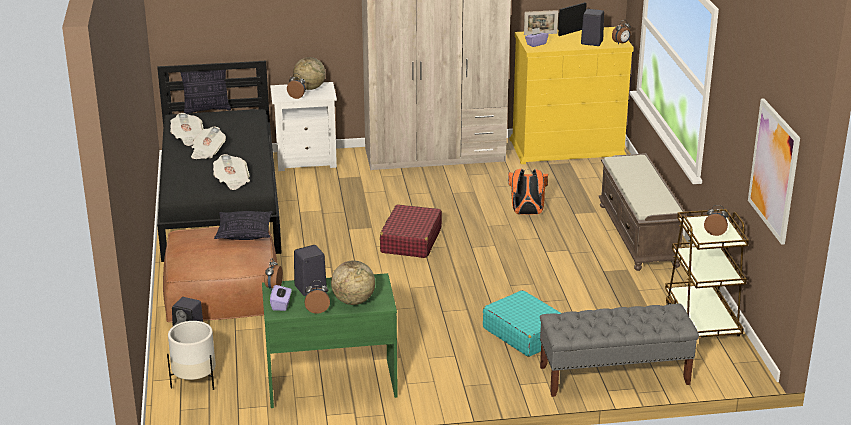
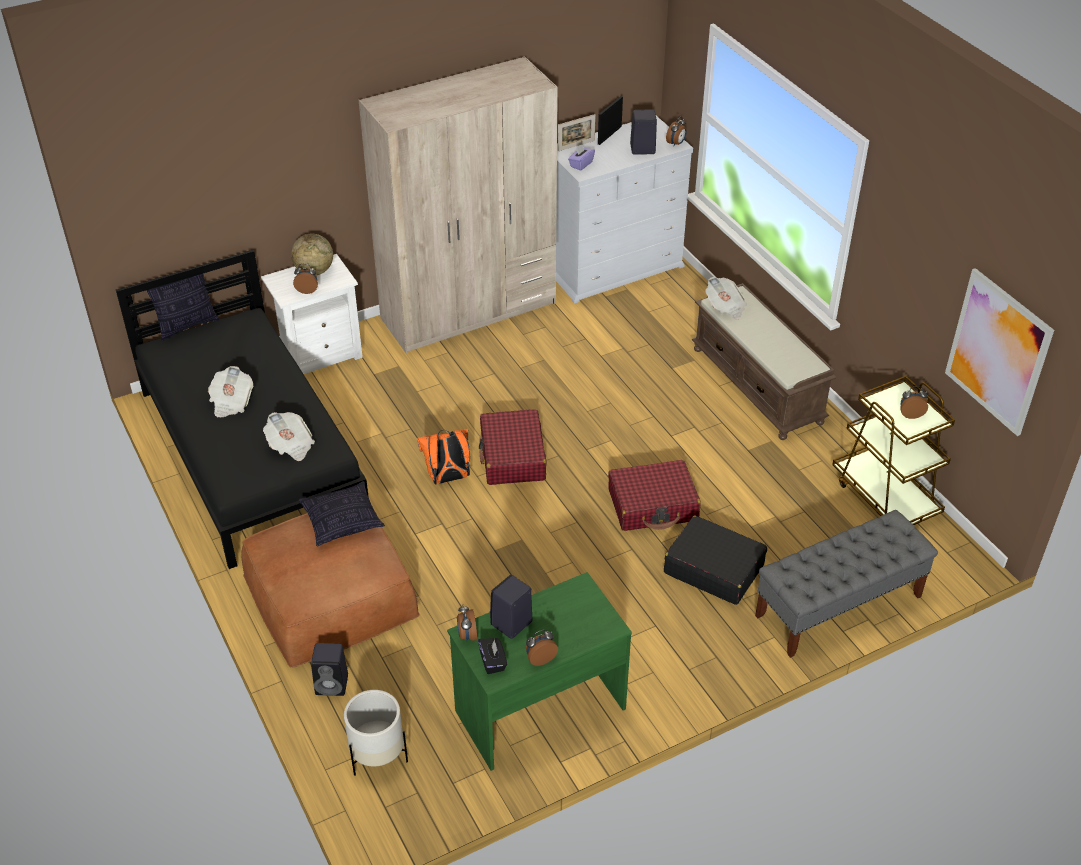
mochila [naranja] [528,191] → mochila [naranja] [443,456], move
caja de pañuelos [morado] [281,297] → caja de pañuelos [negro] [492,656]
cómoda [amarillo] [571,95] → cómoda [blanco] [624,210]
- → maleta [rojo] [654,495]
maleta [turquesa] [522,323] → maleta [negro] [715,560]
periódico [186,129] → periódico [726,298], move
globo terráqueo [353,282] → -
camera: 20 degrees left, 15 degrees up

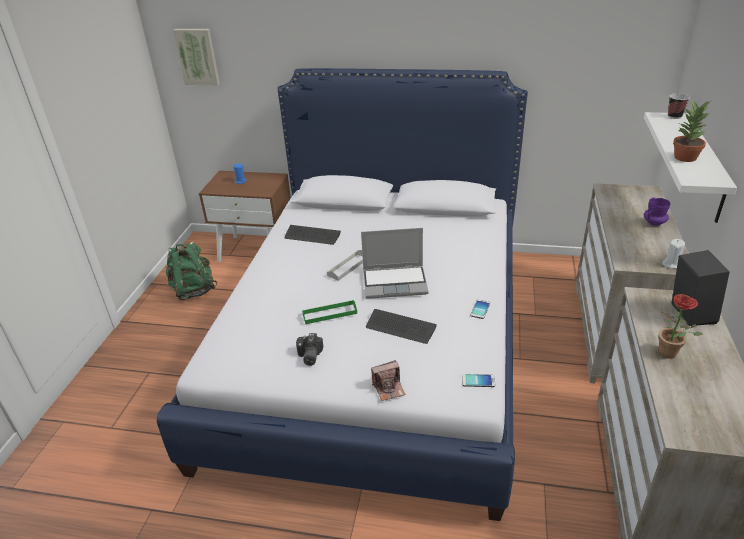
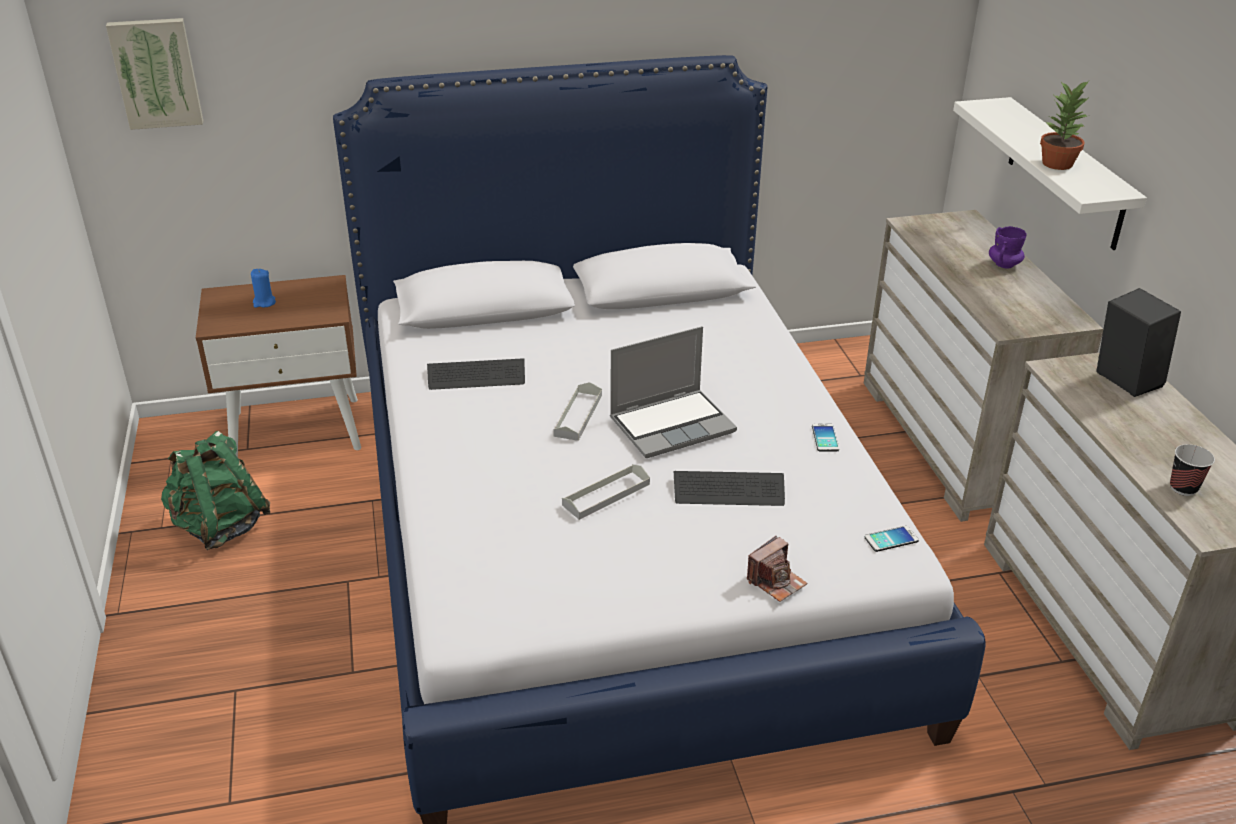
bandeja [verde] [329,312] → bandeja [gris] [606,492]
taza [679,106] → taza [1192,470], move
cámara [309,349] → -
planta en maceta [681,326] → -
vela [blanco] [673,254] → -
camera: 25 degrees left, 0 degrees up

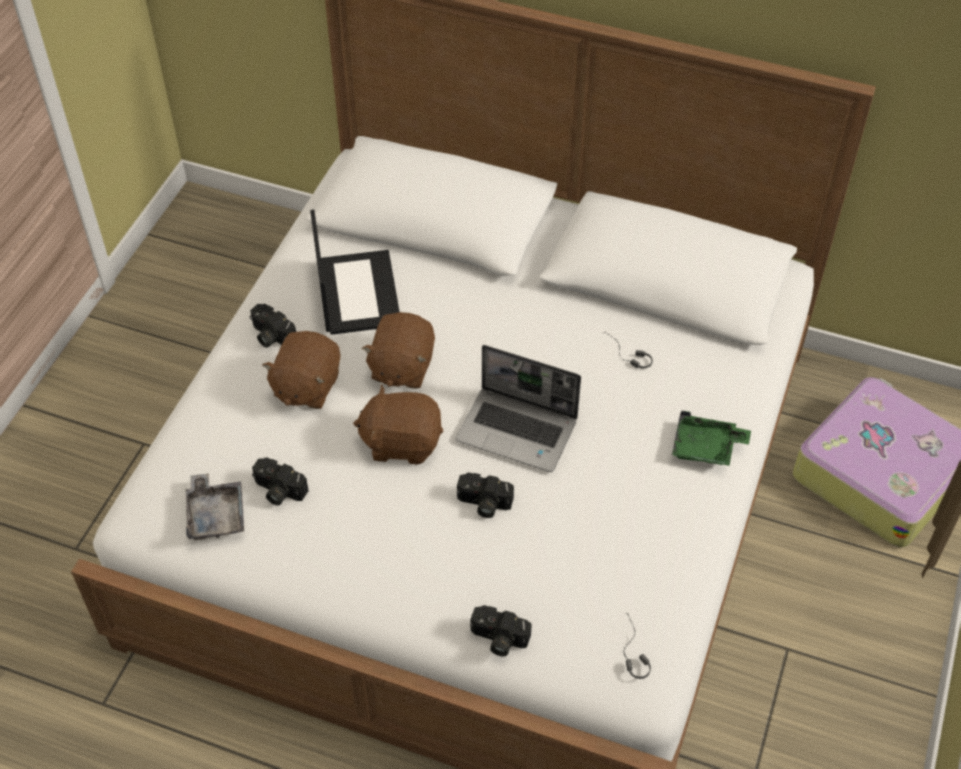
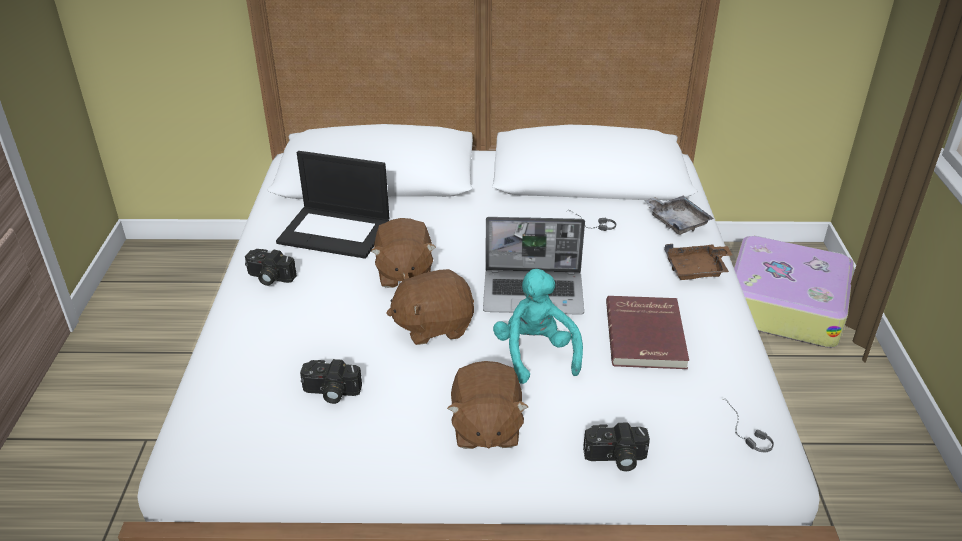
portátil [355,272] → portátil [332,205], 135 degrees clockwise
peluche [marrón] [301,370] → peluche [marrón] [487,405], move
cámara [485,495] → peluche [turquesa] [538,326]
- → libro [rojo] [647,332]
bandeja [gris] [215,506] → bandeja [gris] [679,215], move
bandeja [verde] [711,438] → bandeja [marrón] [698,262]
camera: 20 degrees left, 15 degrees down

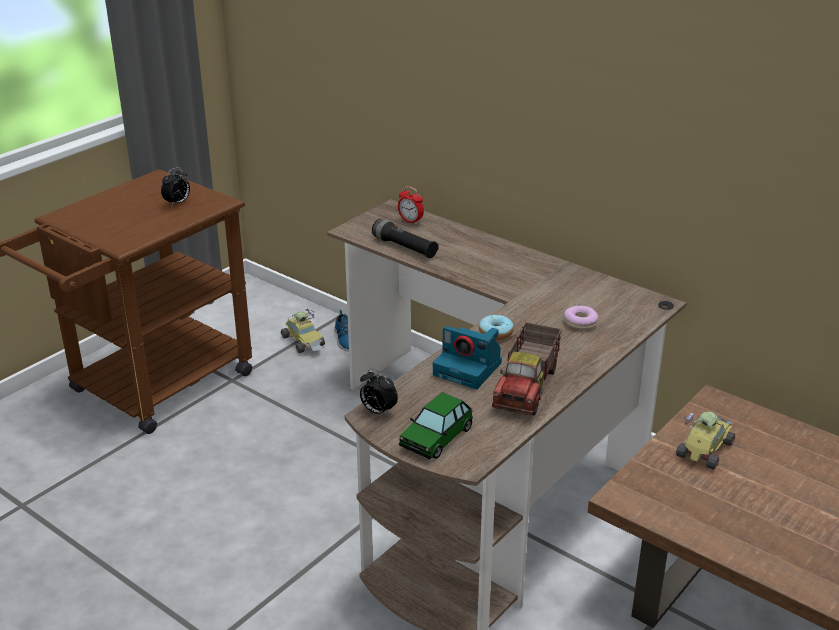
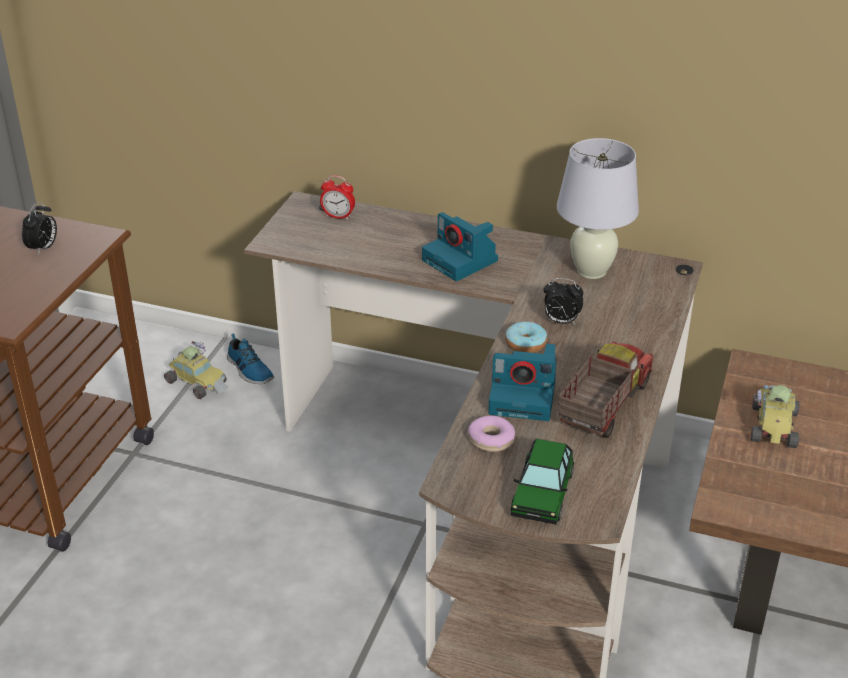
- → cámara [460,246]
rosquilla [581,318] → rosquilla [491,433], move
despertador [379,393] → despertador [564,301], move
- → lámpara de mesa [blanco] [598,208]
camión de juguete [527,369] → camión de juguete [606,390], 150 degrees counterclockwise
linterna [negro] [405,238] → -
camera: 20 degrees left, 5 degrees up

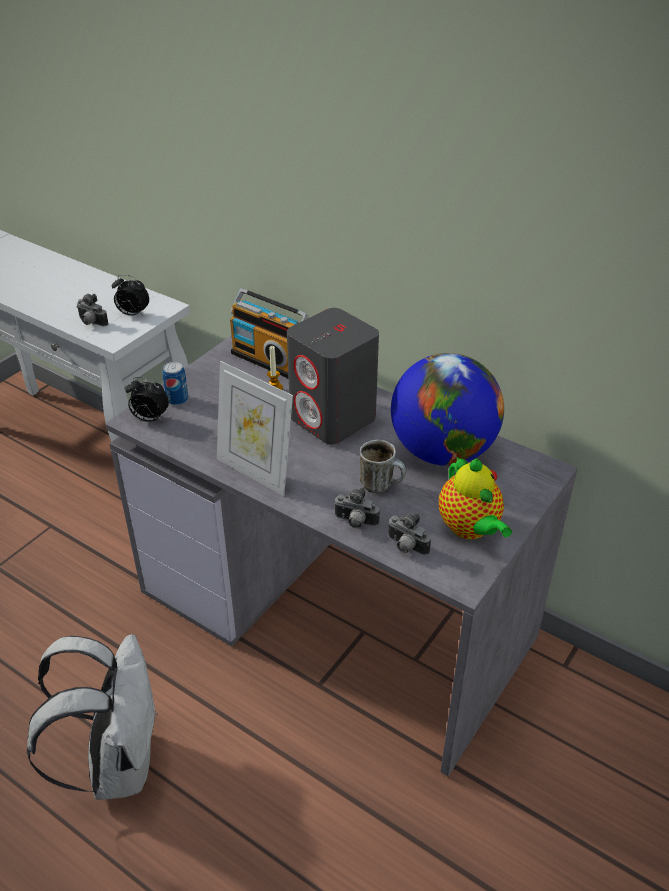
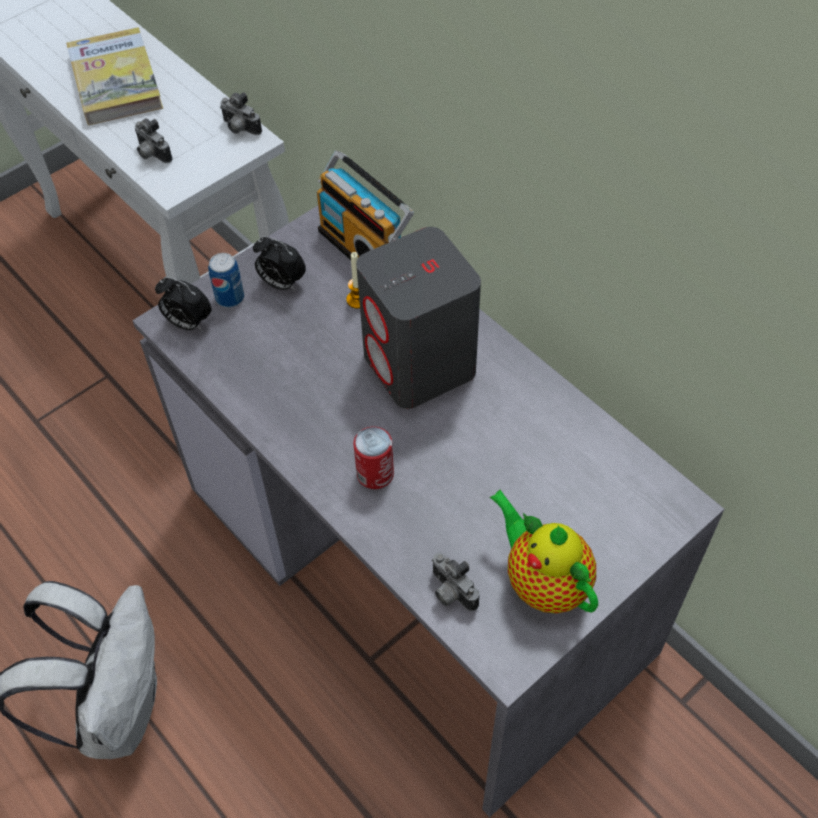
- → libro [114,76]
cámara [357,507] → cámara [241,113], move
despertador [130,296] → despertador [279,263], move
- → lata [373,458]
tetera [475,498] → tetera [544,552], 150 degrees clockwise
portarretratos [255,428] → -
taza grande [382,466] → -
globo terráqueo [447,409] → -
camera: 15 degrees right, 15 degrees up

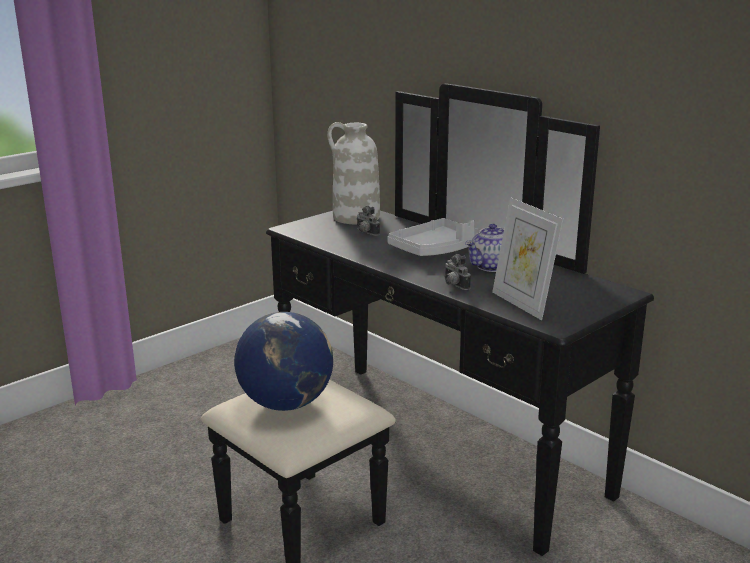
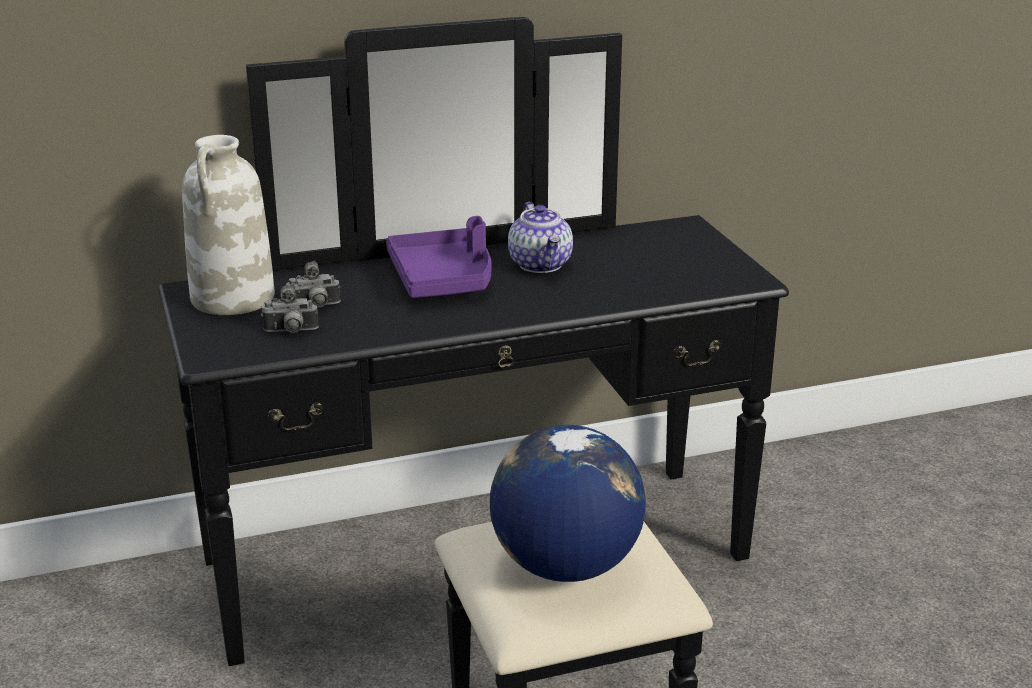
cámara [458,272] → cámara [290,308], move
bandeja [gris] [433,237] → bandeja [morado] [439,257]
portarretratos [527,258] → -
camera: 65 degrees left, 5 degrees up

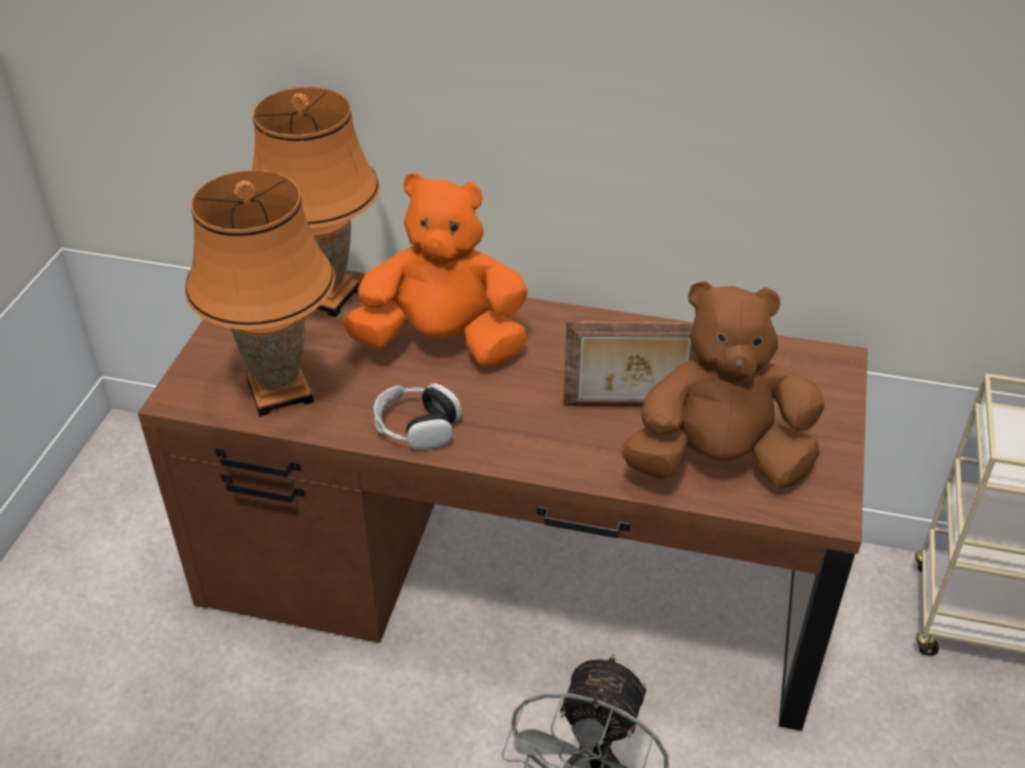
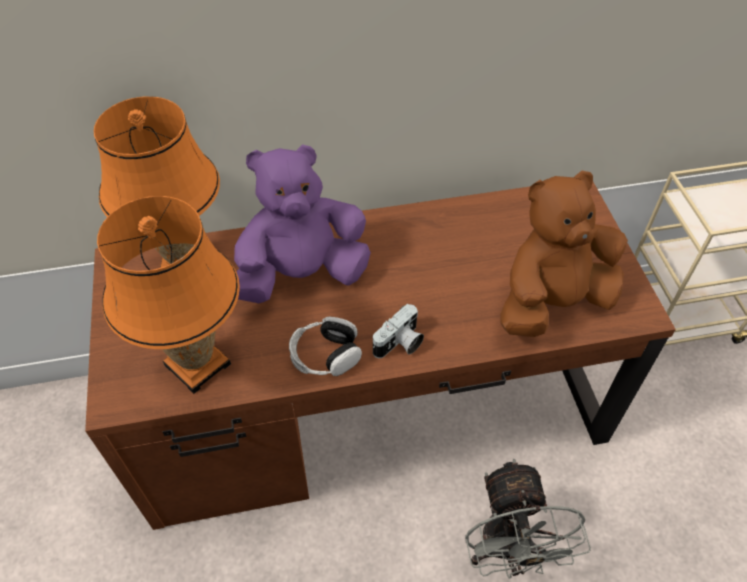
peluche [naranja] [435,269] → peluche [morado] [302,223]
- → cámara [398,330]
portarretratos [630,363] → -
camera: 25 degrees left, 10 degrees up

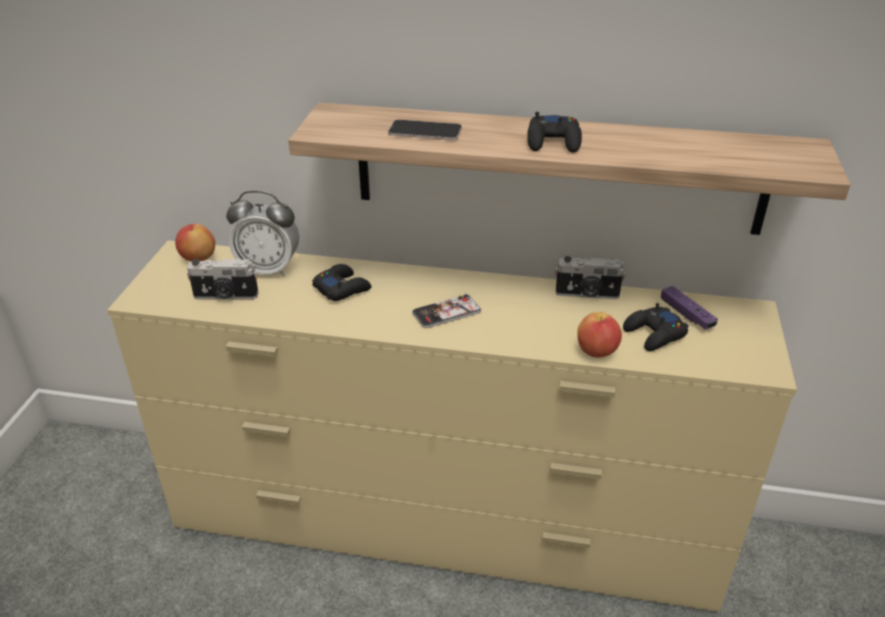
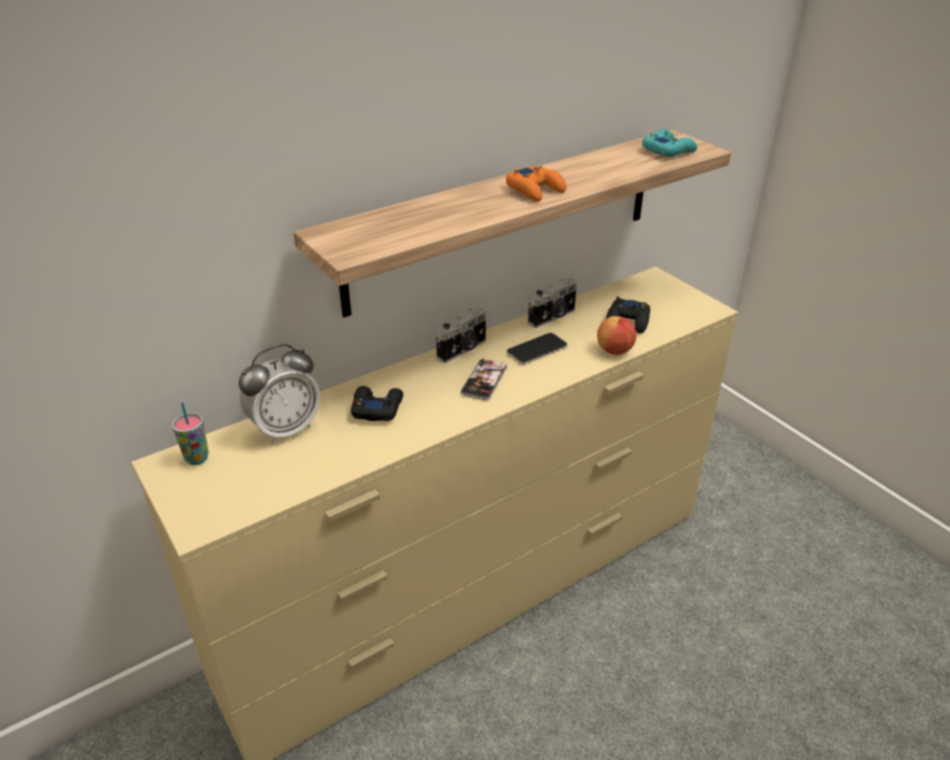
manzana [195,242] → taza [190,433]
cámara [222,279] → cámara [461,335], move
mando de consola [negro] [554,132] → mando de consola [naranja] [536,184]
móvil [425,129] → móvil [537,348], move
- → mando de consola [turquesa] [669,143]
mando de consola [morado] [689,308] → -
camera: 45 degrees left, 0 degrees up

